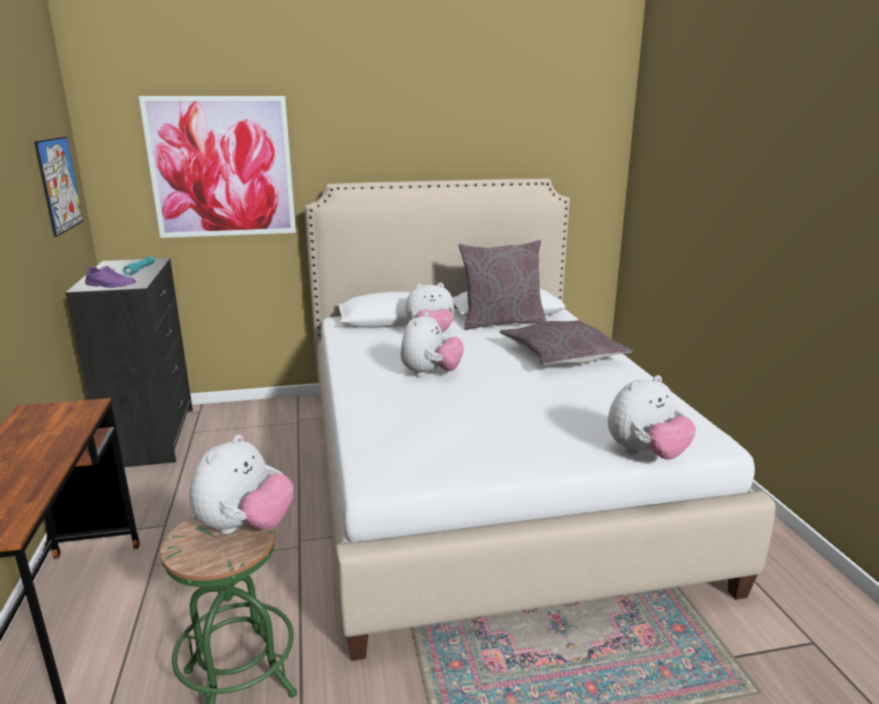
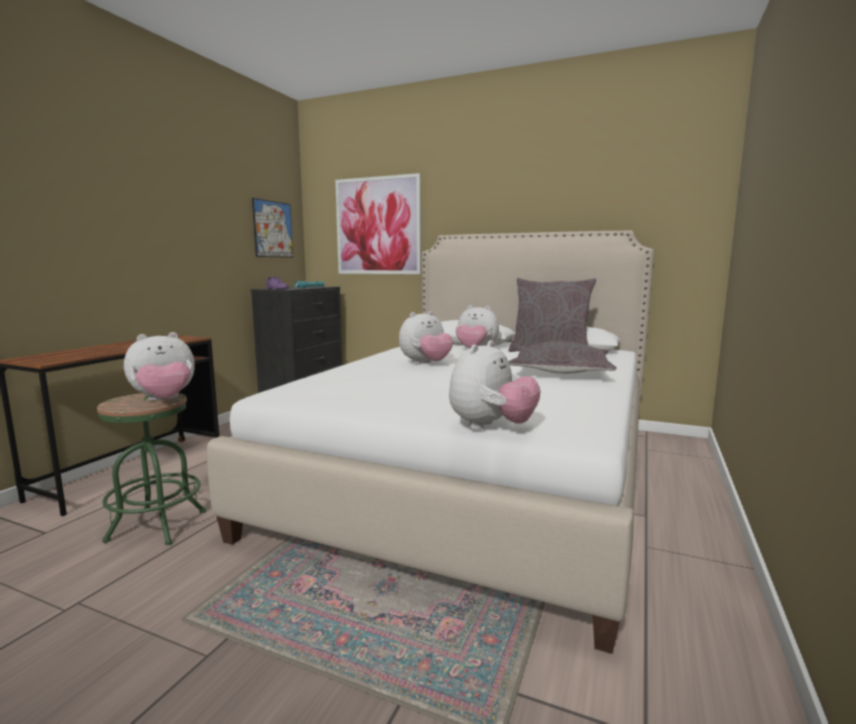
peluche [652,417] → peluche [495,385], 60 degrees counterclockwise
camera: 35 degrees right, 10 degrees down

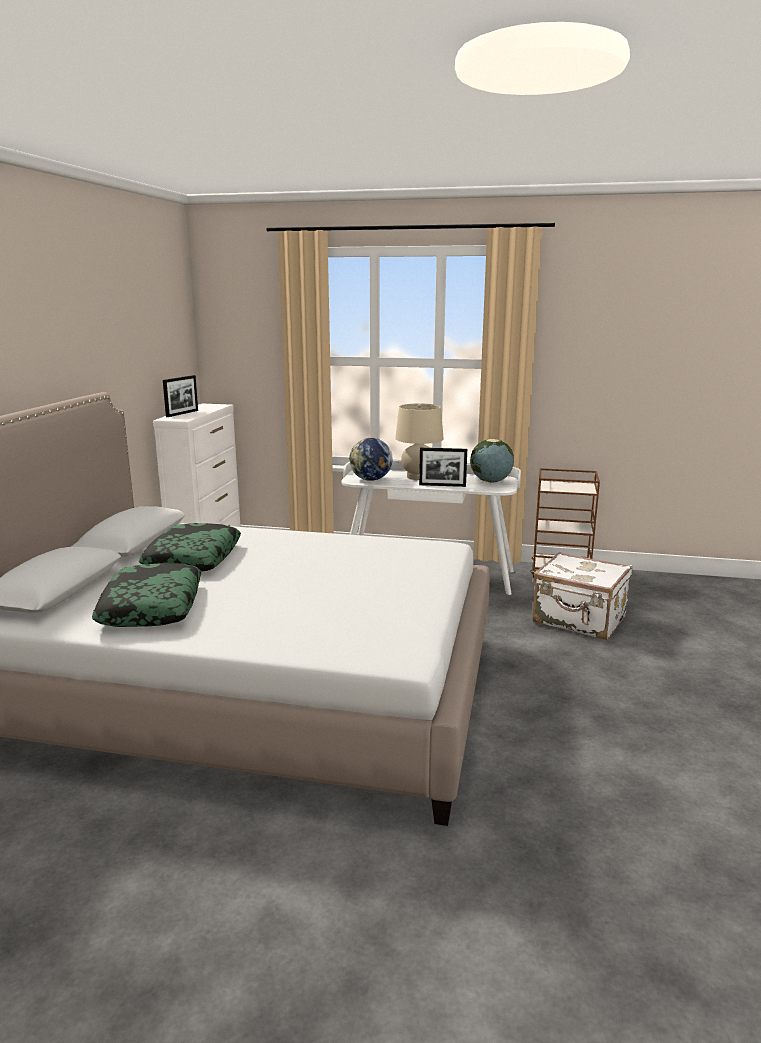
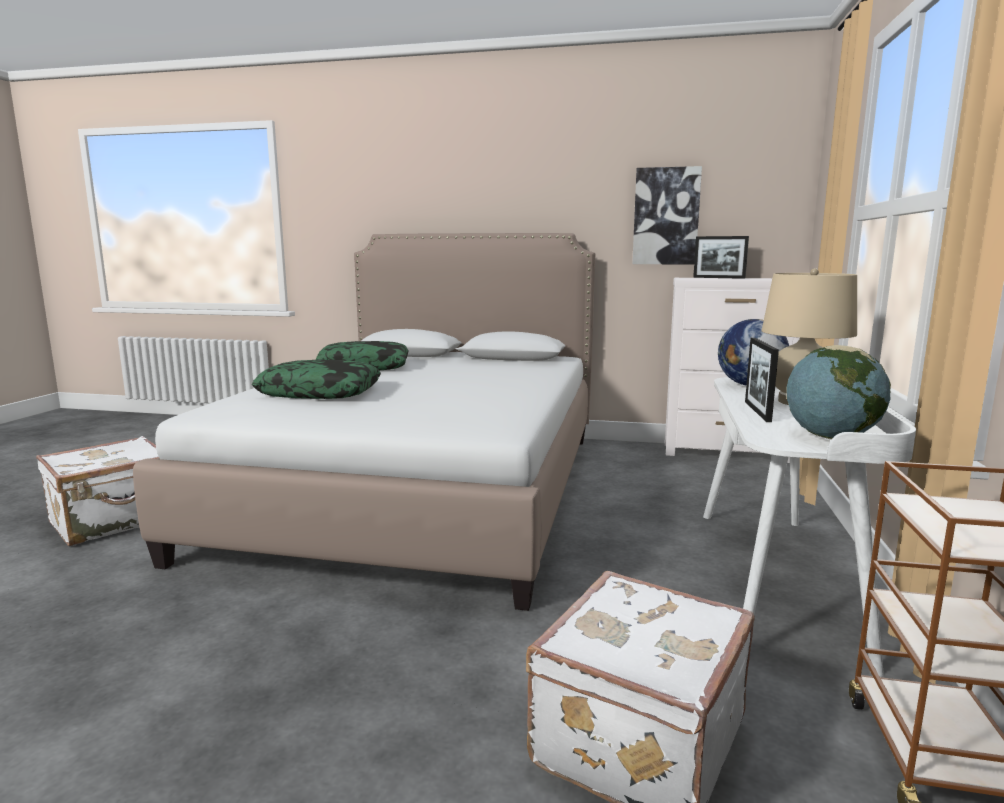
- → maleta [blanco] [97,491]
cojín [190,547] → cojín [316,379], move
- → cuadro [667,215]
camera: 90 degrees right, 5 degrees down

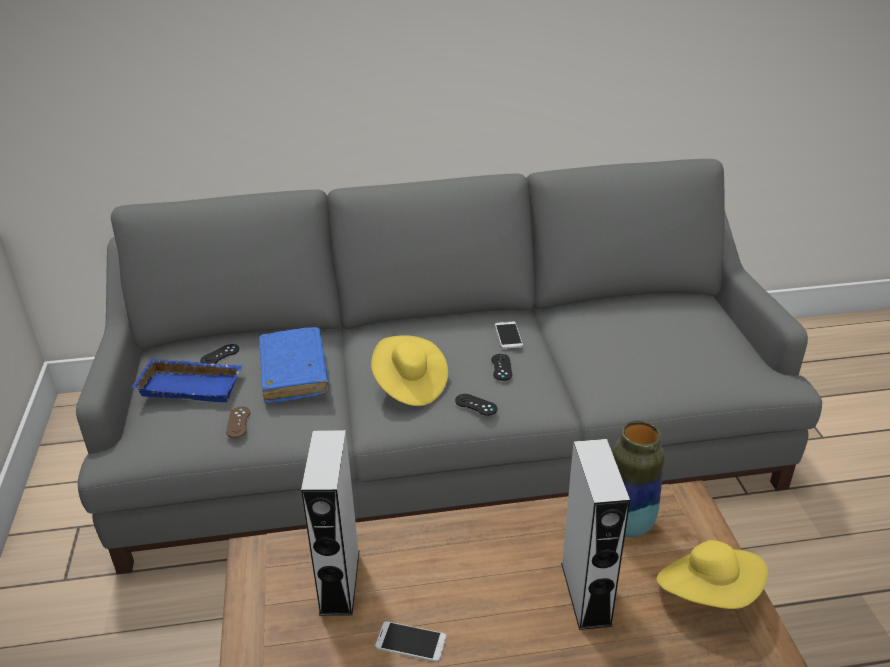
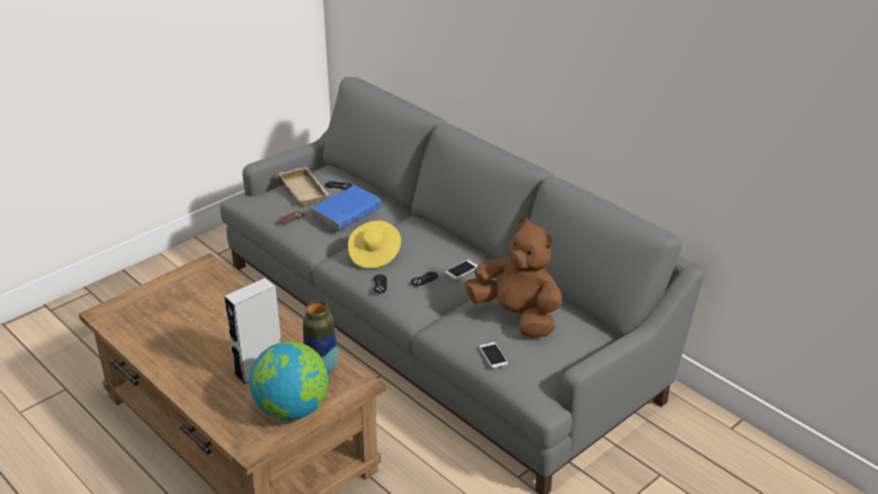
sombrero [amarillo] [712,574] → globo terráqueo [289,380]
bandeja [azul] [187,380] → bandeja [beis] [304,187]
- → peluche [marrón] [513,277]
móvil [411,641] → móvil [493,355], move
altavoz [gris] [330,523] → -
camera: 55 degrees right, 0 degrees up

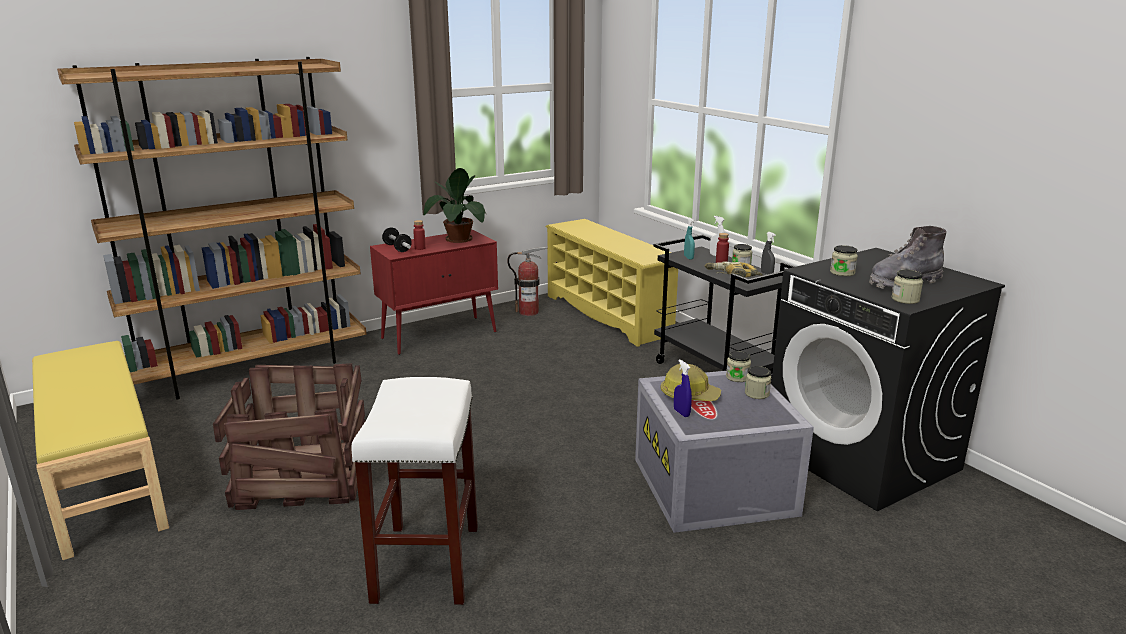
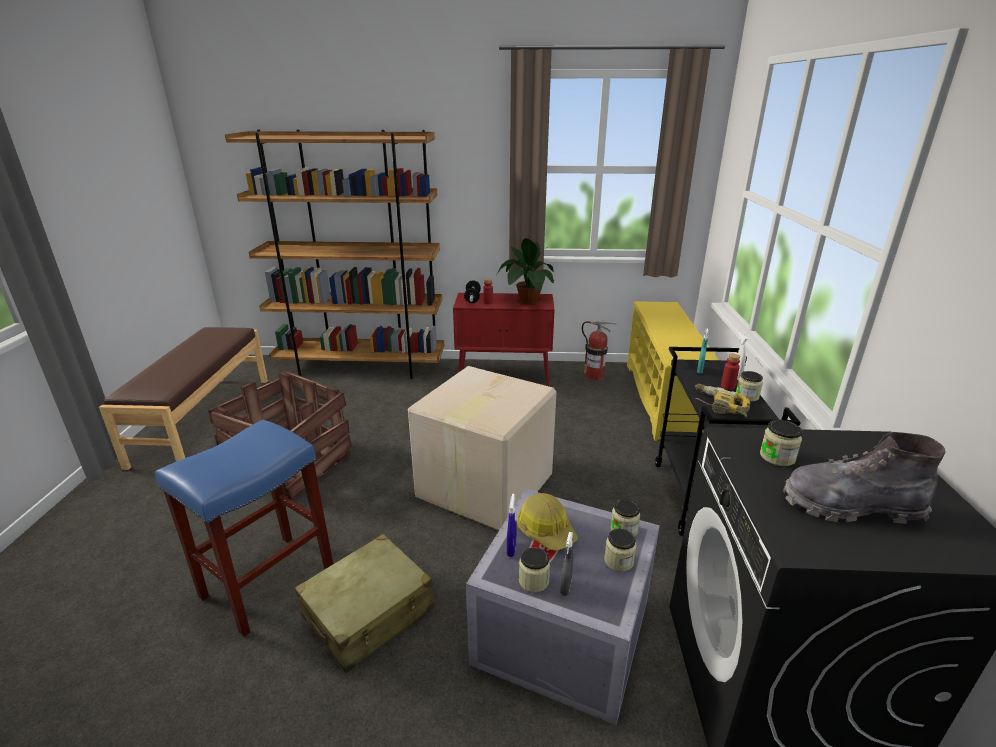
banco [amarillo] [100,450] → banco [marrón] [183,398]
taburete [blanco] [415,491] → taburete [azul] [244,528]
- → maleta [beis] [365,603]
- → caja de cartón [482,448]
tarro [907,286] → tarro [534,569], move
pulverizador [gris] [768,253] → pulverizador [gris] [566,564], move
camera: 35 degrees right, 5 degrees up

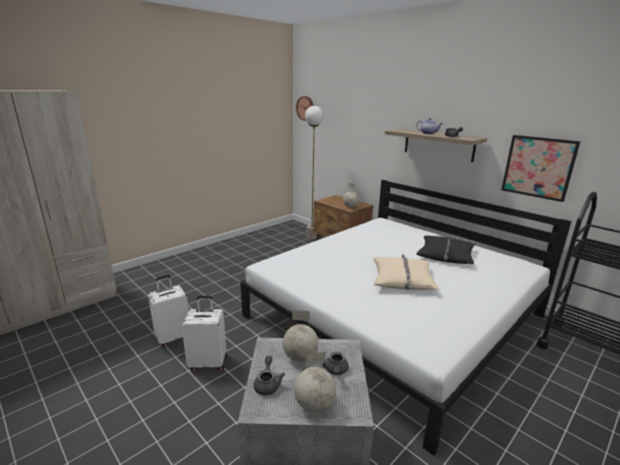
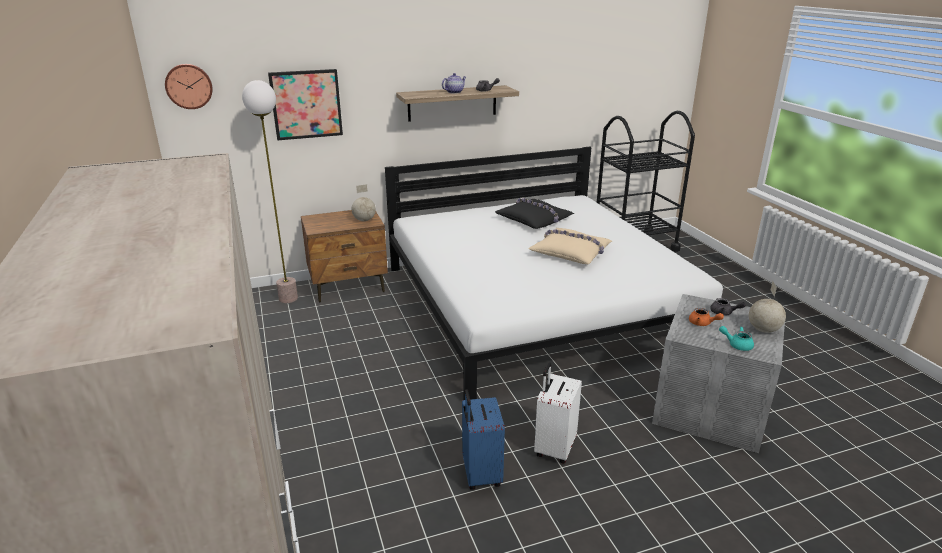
cuadro [541,168] → cuadro [305,104], move
maleta [blanco] [168,311] → maleta [azul] [483,439]
globo terráqueo [300,336] → tetera [naranja] [706,317]
tetera [gris] [269,376] → tetera [turquesa] [736,338]
camera: 65 degrees left, 5 degrees up

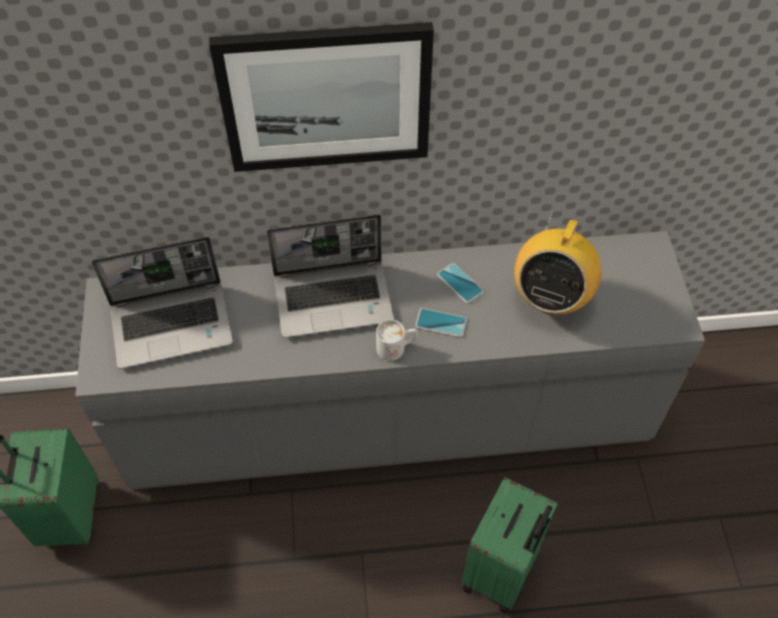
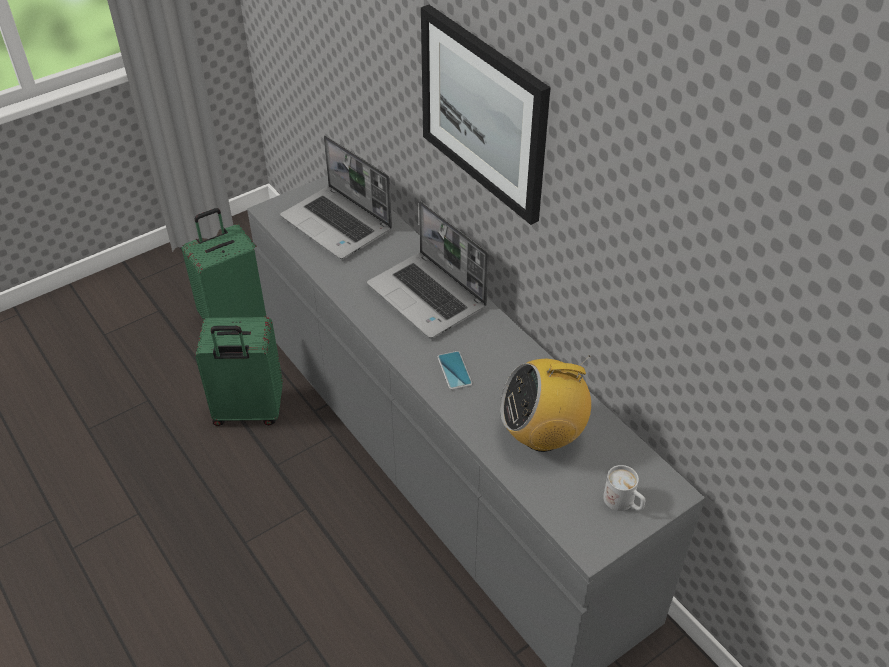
maleta [verde] [510,545] → maleta [verde] [239,371], move
taza grande [blanco] [397,340] → taza grande [blanco] [624,488], move
móvil [460,283] → -
camera: 60 degrees right, 10 degrees down

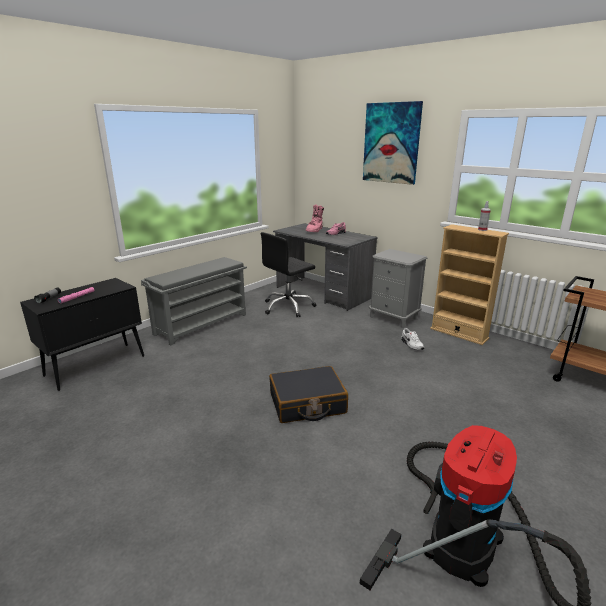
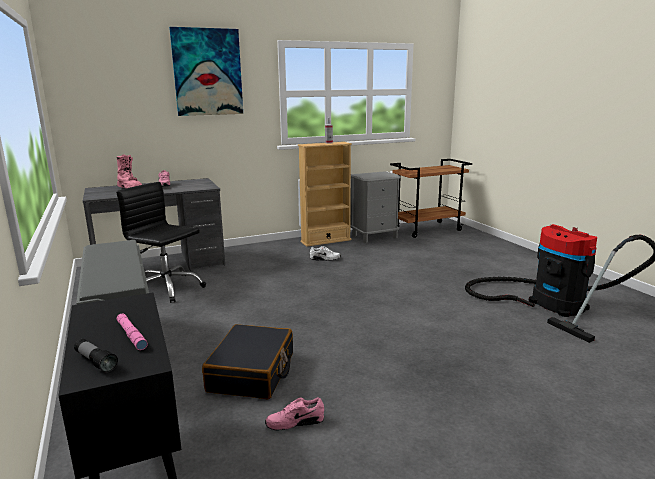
silla de oficina [negro] [288,274] → silla de oficina [negro] [161,242], 135 degrees clockwise
maleta [negro] [308,394] → maleta [negro] [247,361], move
- → zapato [rosa] [294,414]
mesita de noche [gris] [398,288] → mesita de noche [gris] [375,207], move
camera: 65 degrees left, 5 degrees down

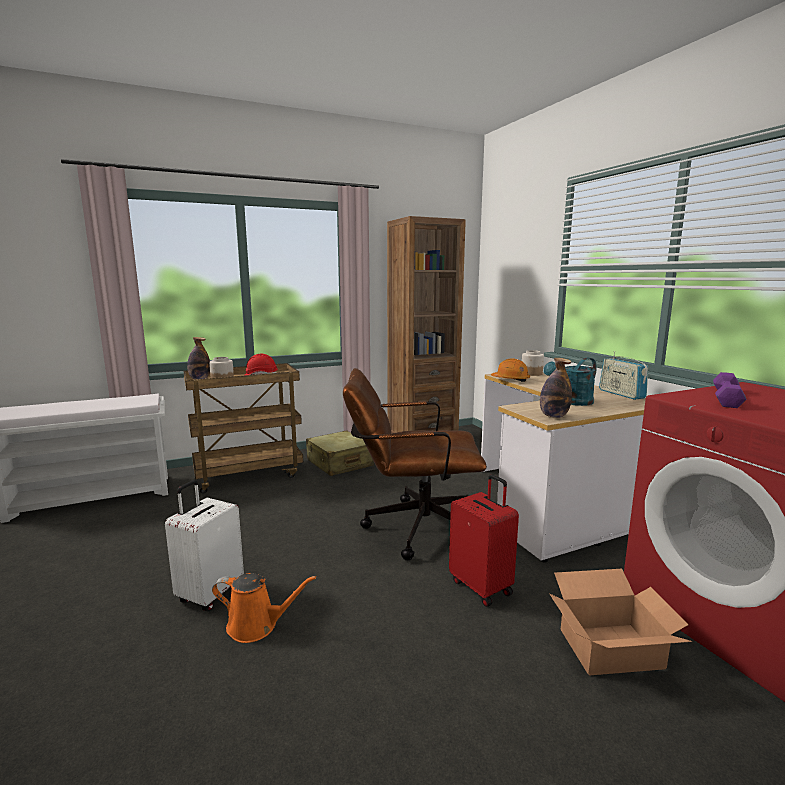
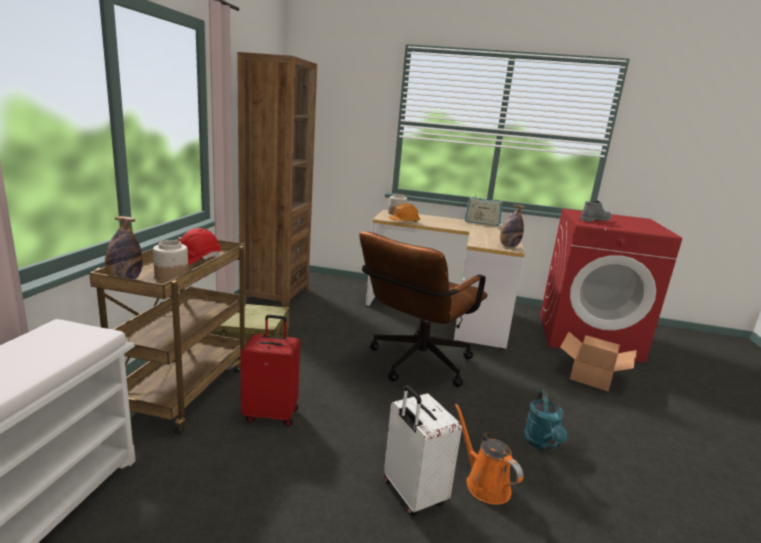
maleta [rojo] [484,540] → maleta [rojo] [270,371], move
regadera [naranja] [264,608] → regadera [naranja] [489,454], 75 degrees counterclockwise
regadera [turquesa] [570,382] → regadera [turquesa] [545,420], move
mancuerna [morado] [729,390] → bota [gris] [596,211]
camera: 55 degrees left, 5 degrees up

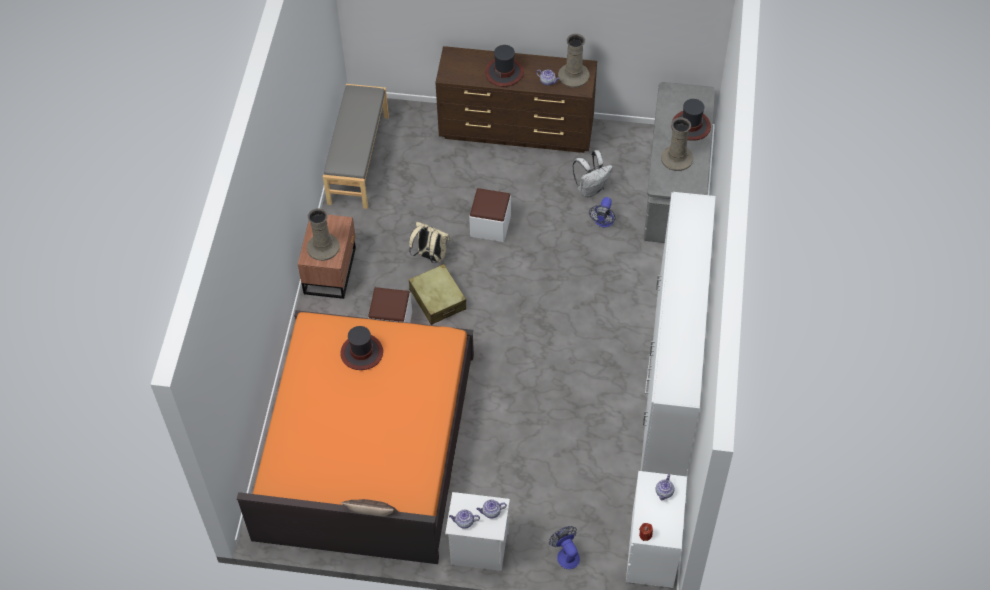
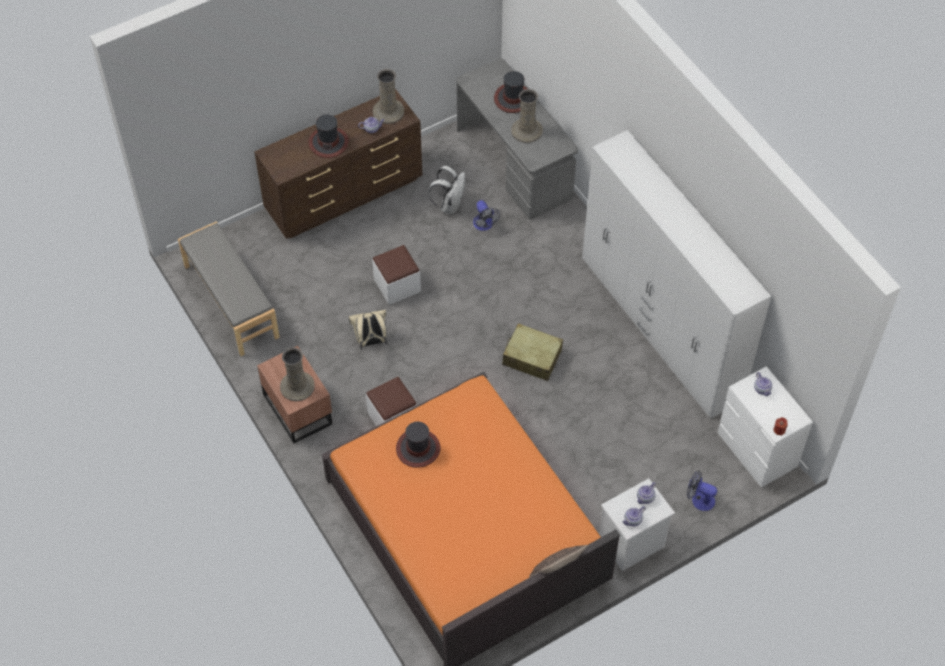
maleta [beis] [437,294] → maleta [beis] [532,352], move
camera: 40 degrees left, 0 degrees up

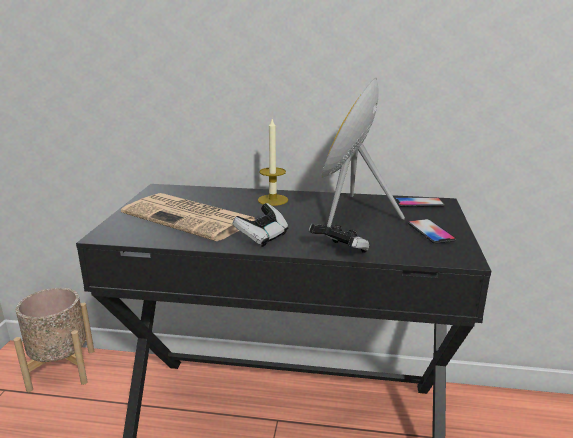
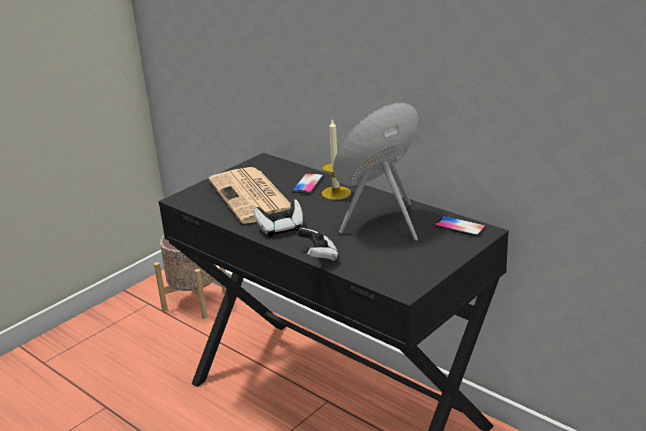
móvil [432,231] → móvil [308,183], move
camera: 35 degrees right, 5 degrees up

